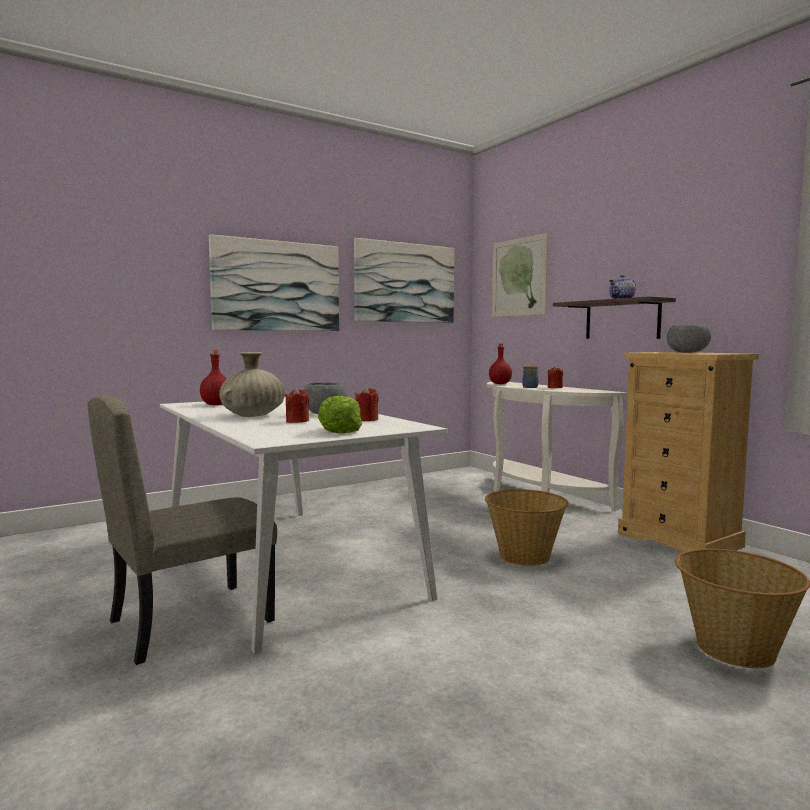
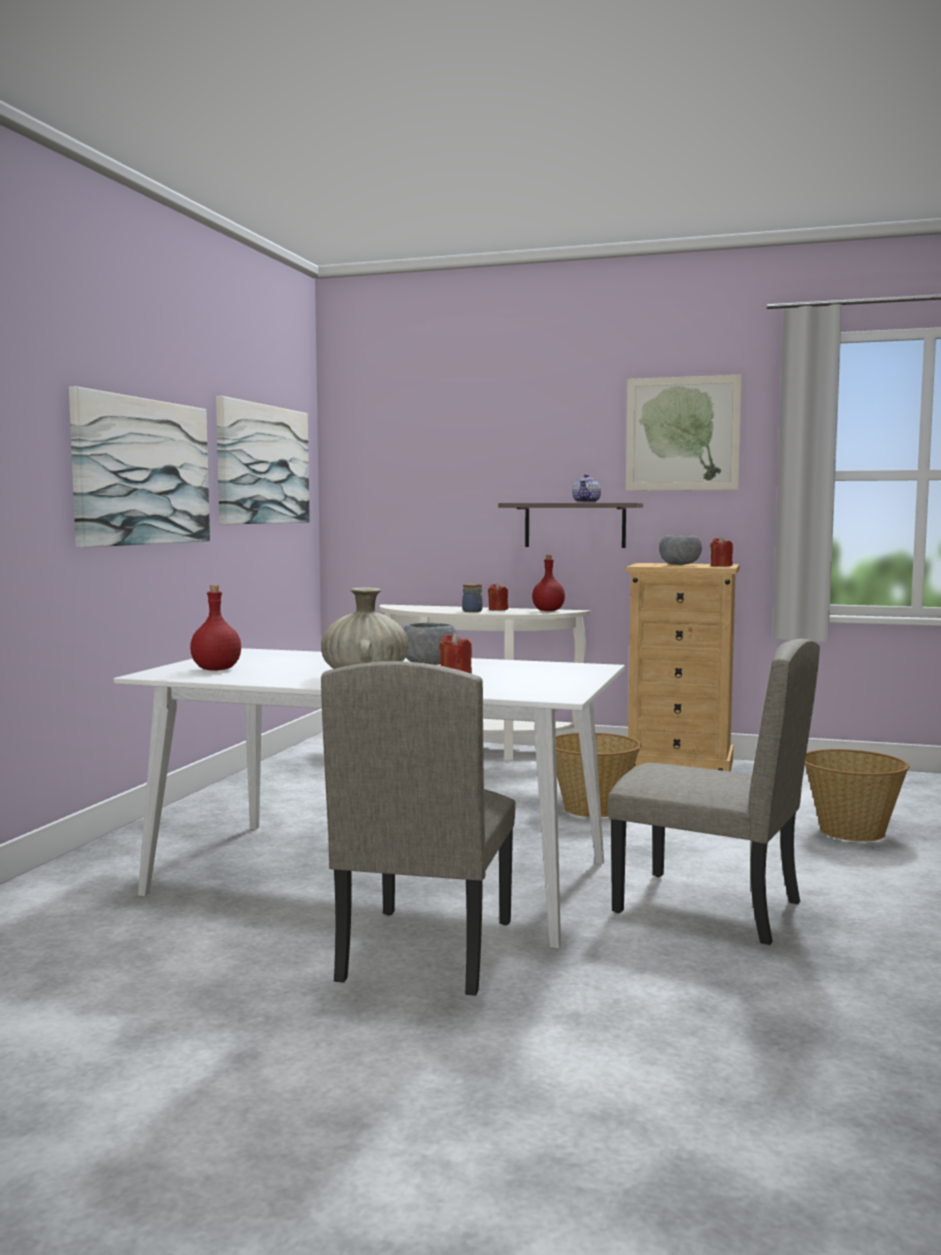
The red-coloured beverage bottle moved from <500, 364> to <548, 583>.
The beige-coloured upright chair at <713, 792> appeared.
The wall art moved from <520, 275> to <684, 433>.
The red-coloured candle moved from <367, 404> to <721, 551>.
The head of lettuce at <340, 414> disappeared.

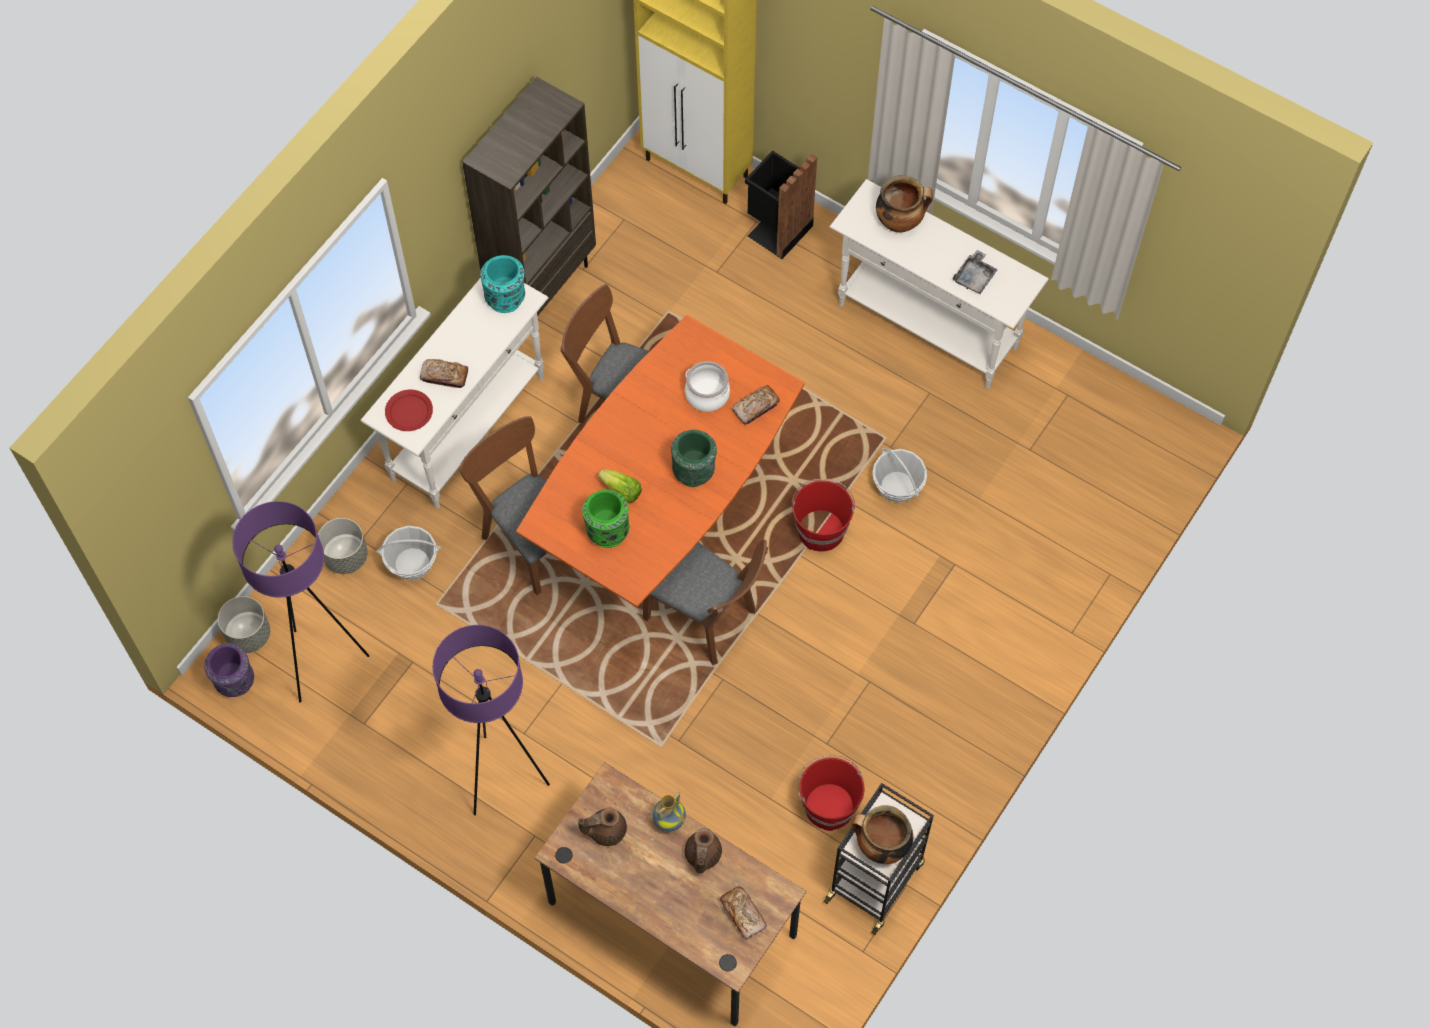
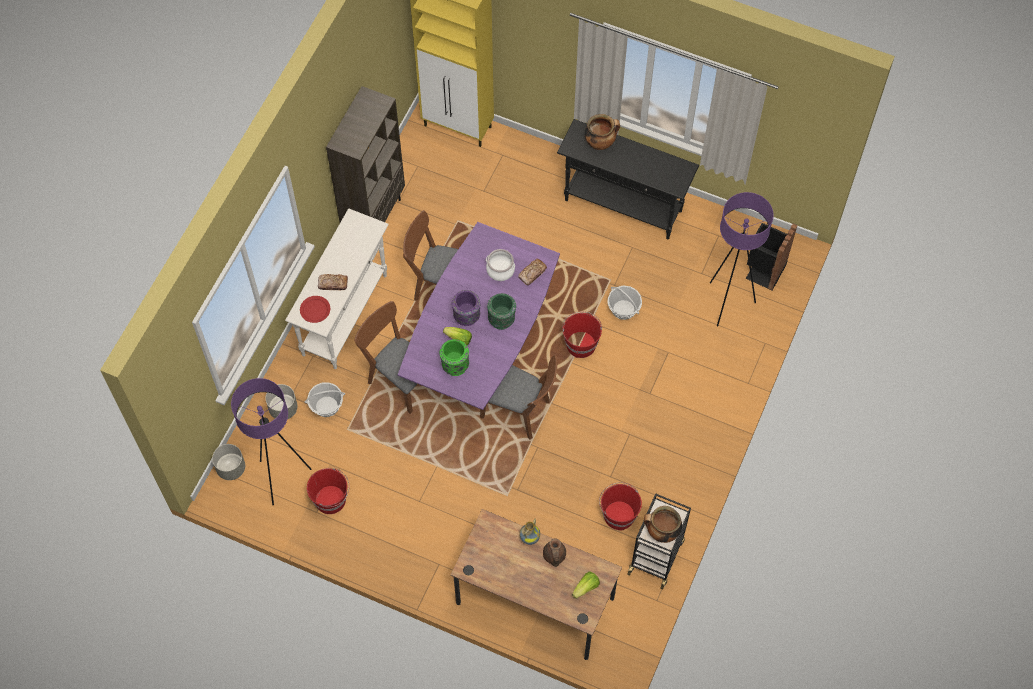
The red-coloured pail at <328, 491> appeared.
The orangey dining table at <660, 461> became the purple-coloured dining table at <479, 316>.
The purple-coloured vase moved from <229, 670> to <466, 308>.
The whitish hall table at <939, 284> became the blackish hall table at <628, 179>.
The baked bread at <743, 912> was replaced by the head of lettuce at <586, 585>.
The purple-coloured standard lamp moved from <491, 720> to <742, 259>.
The blackish waste bin moved from <781, 204> to <772, 257>.
The turquoise vase at <502, 284> disappeared.
The brown pot for tea at <602, 826> disappeared.
The grey serving tray at <975, 272> disappeared.

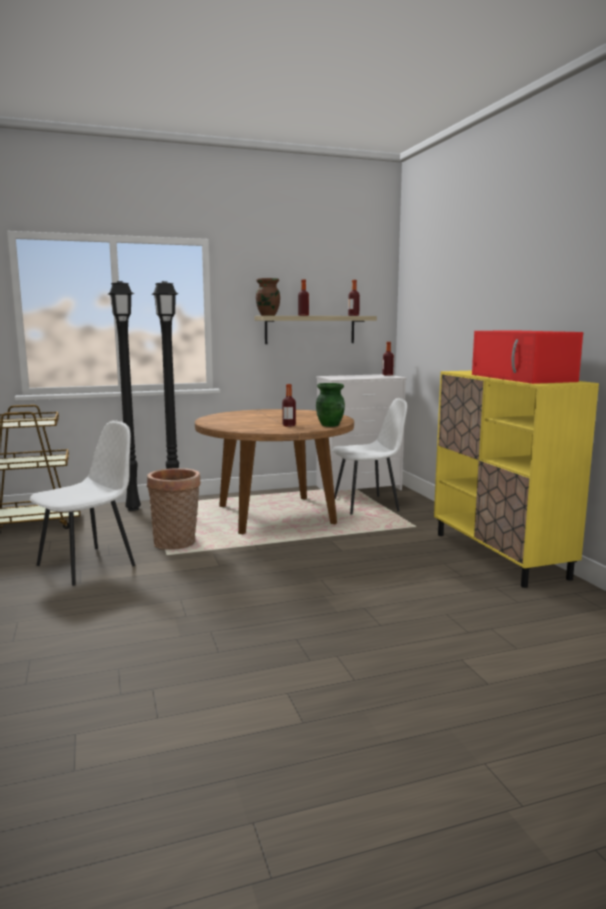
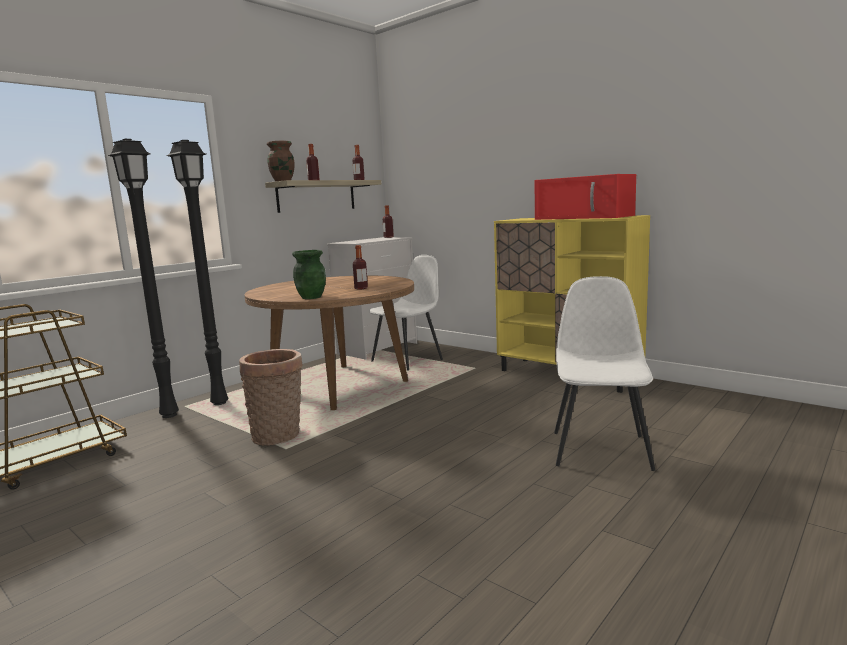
The greenish vase moved from <330, 405> to <309, 274>.
The whitish upright chair moved from <82, 503> to <604, 373>.

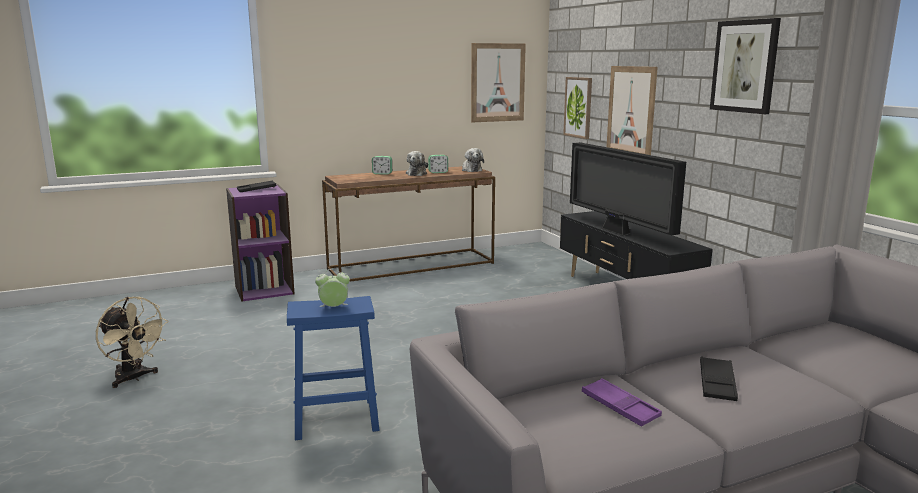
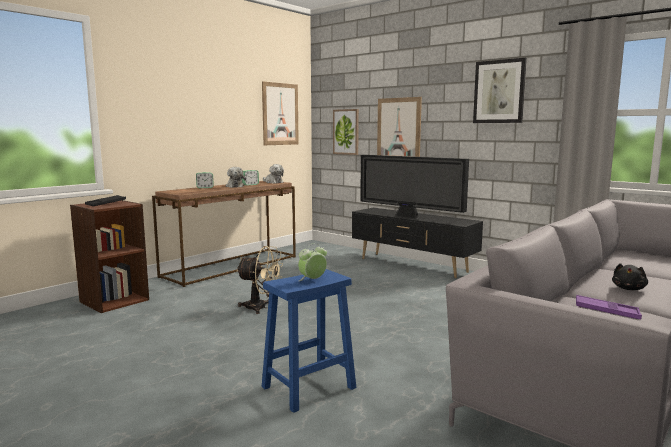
The purple-coloured bookshelf at <260, 243> became the brown bookshelf at <109, 256>.
The beige-coloured electric fan moved from <132, 342> to <260, 280>.
The blackish serving tray at <719, 378> was replaced by the blackish plush toy at <630, 276>.

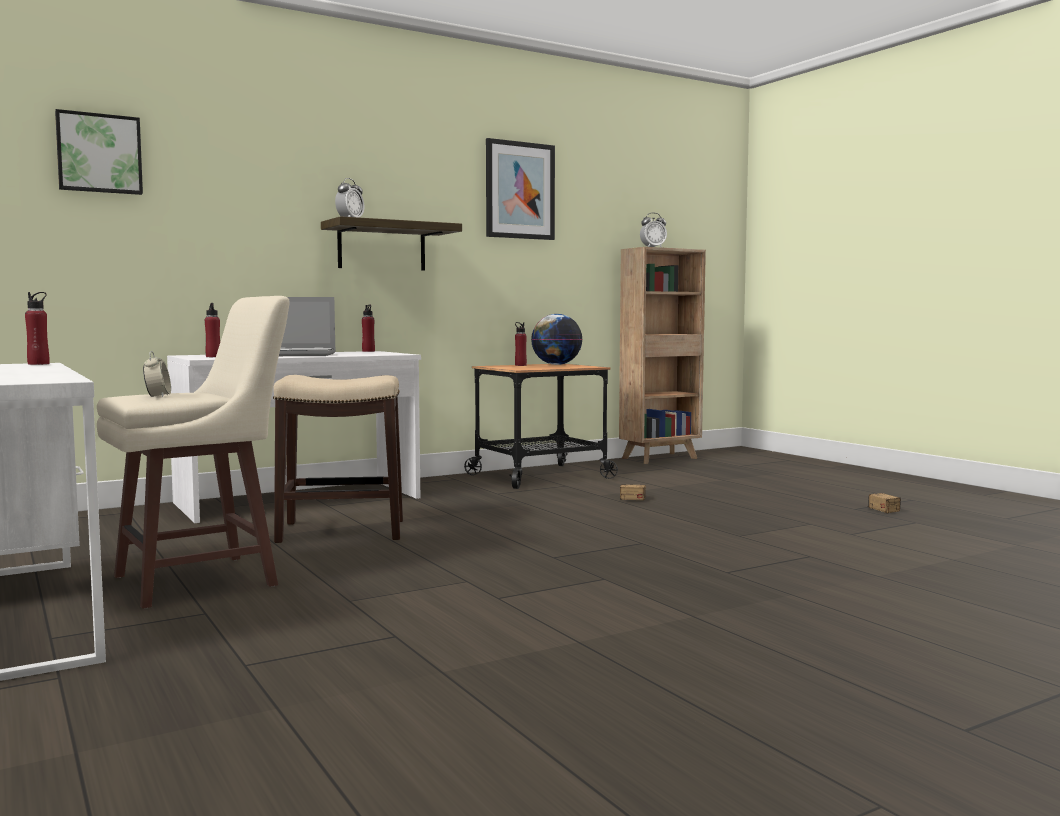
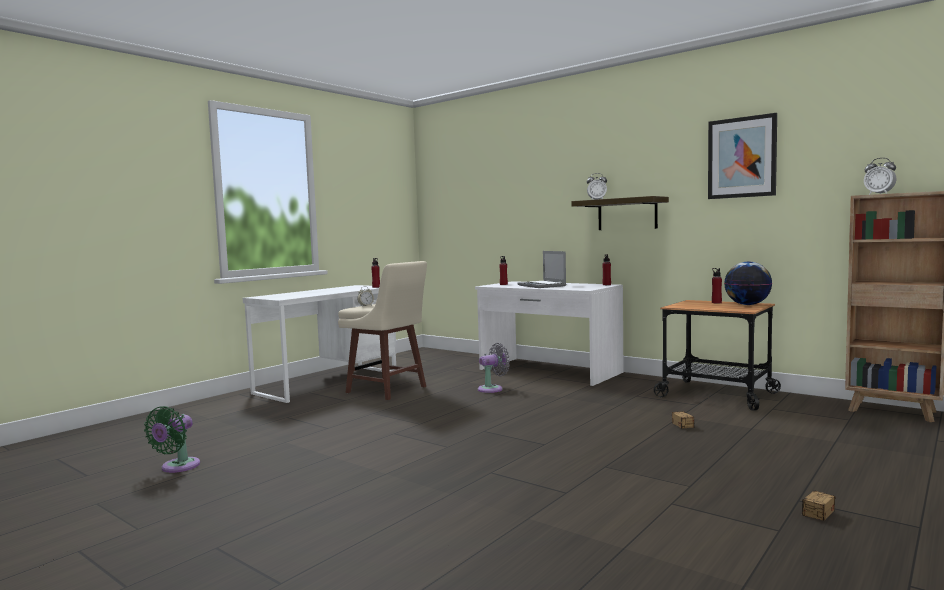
The greenish electric fan at <172, 439> appeared.
The stool seat at <338, 459> was replaced by the grey electric fan at <494, 368>.
The wall art at <99, 152> disappeared.

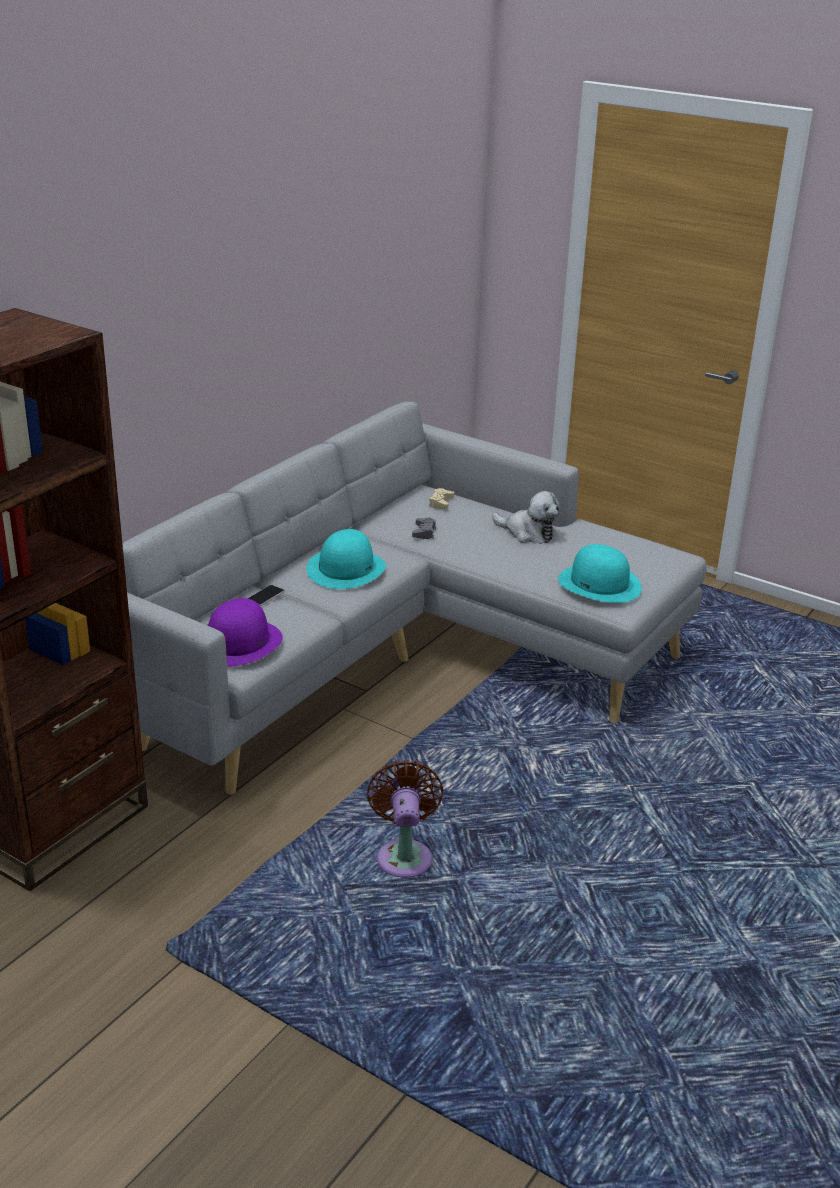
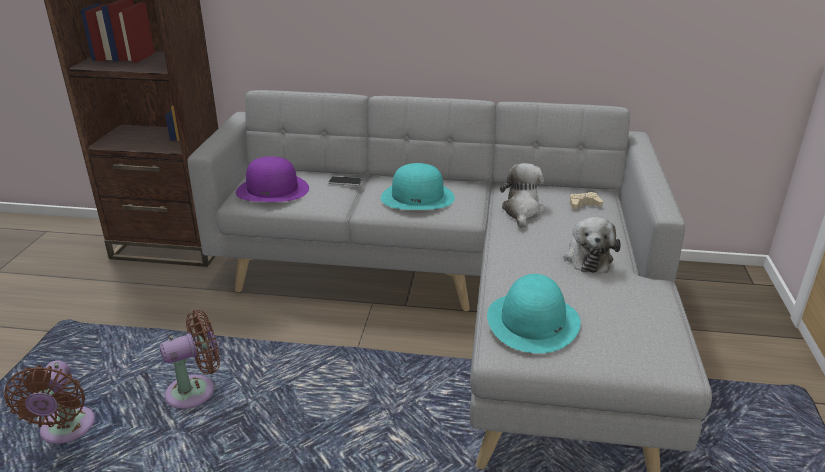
The brown electric fan at <49, 402> appeared.
The grey joypad at <424, 528> was replaced by the plush toy at <522, 195>.

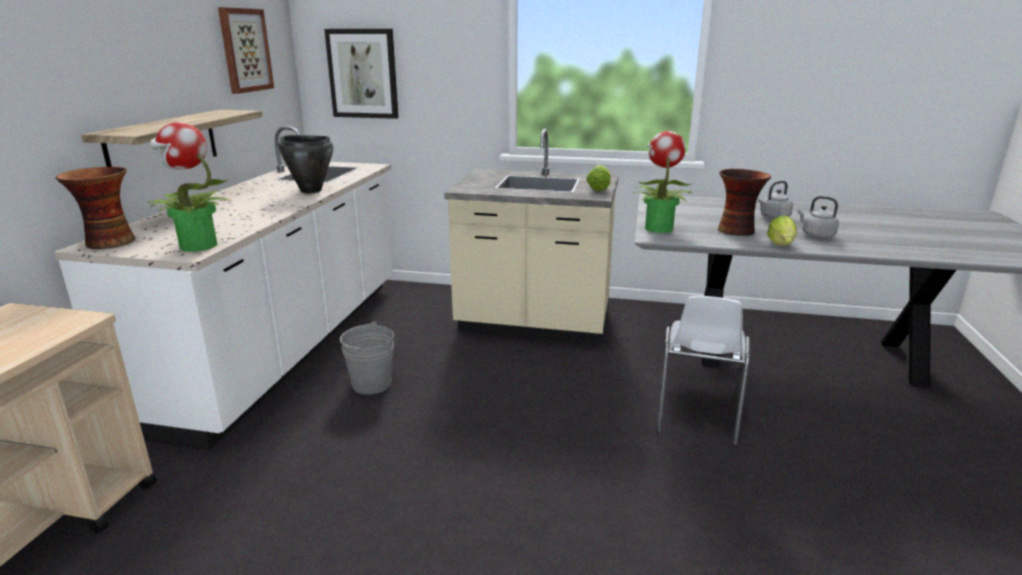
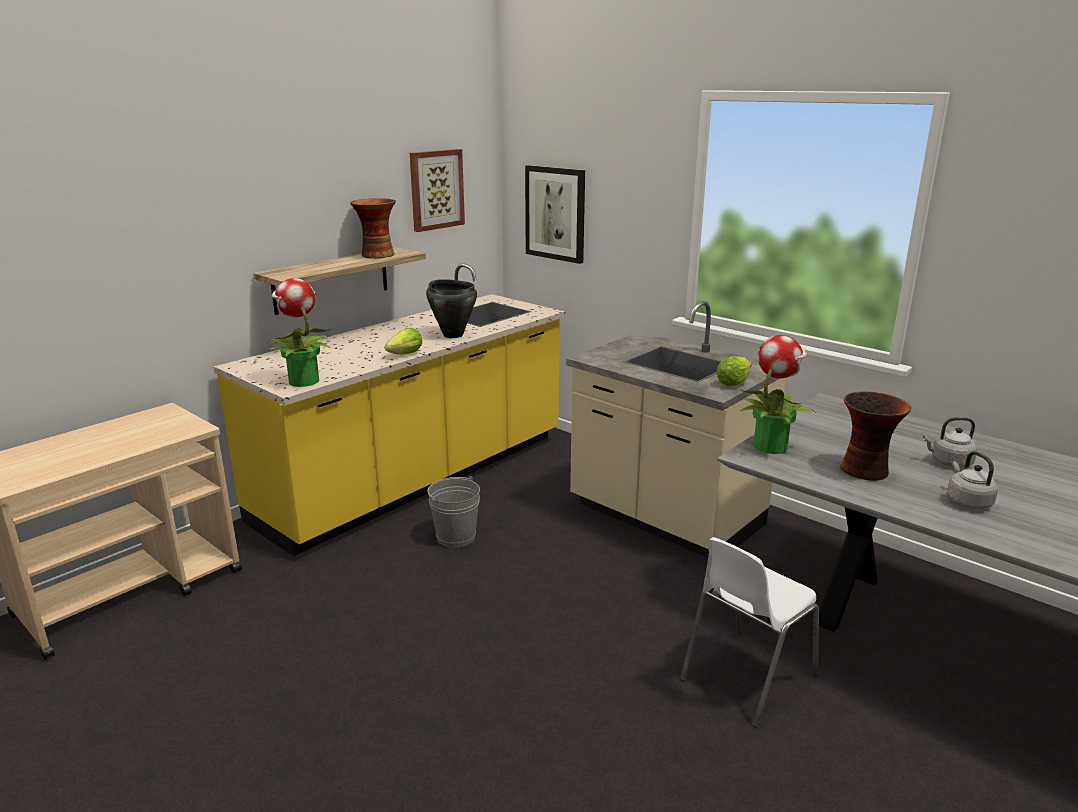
The whitish kitchen base unit at <223, 288> became the yellowish kitchen base unit at <389, 409>.
The vase moved from <95, 208> to <373, 228>.
The head of lettuce moved from <782, 230> to <403, 341>.

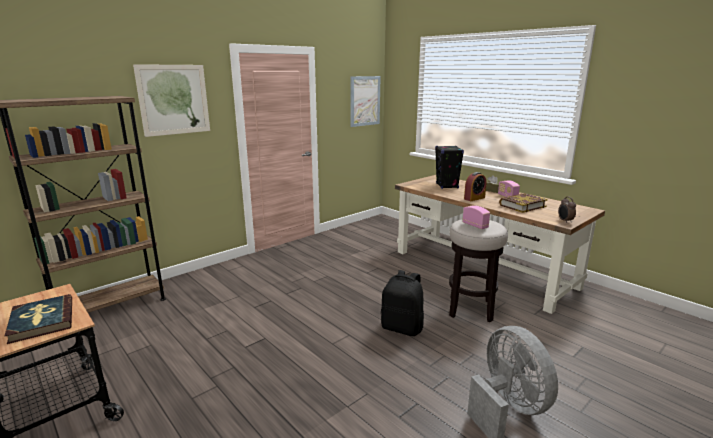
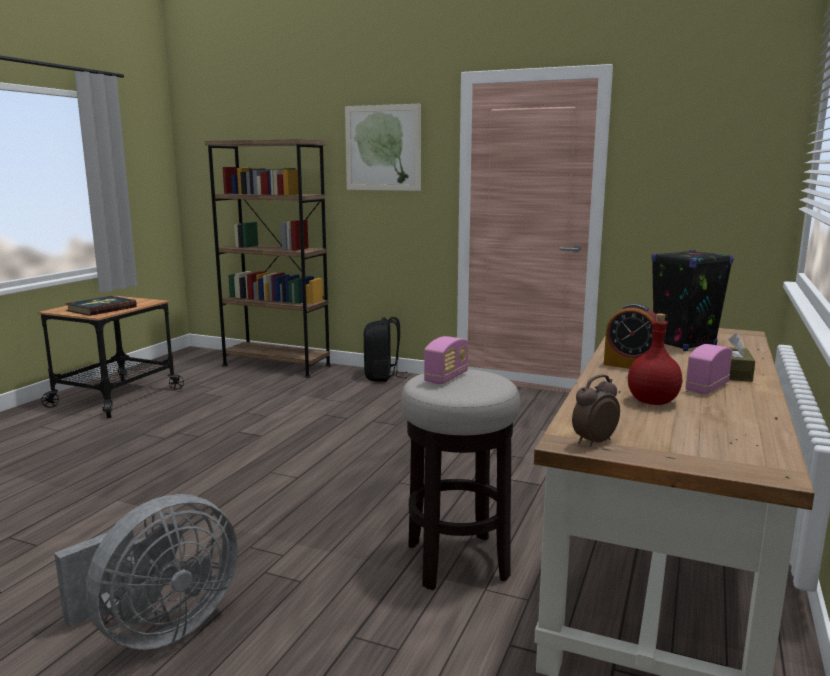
The blackish knapsack moved from <402, 303> to <386, 349>.
The volume at <523, 203> was replaced by the red-coloured beverage bottle at <655, 359>.
The wall art at <365, 101> disappeared.

